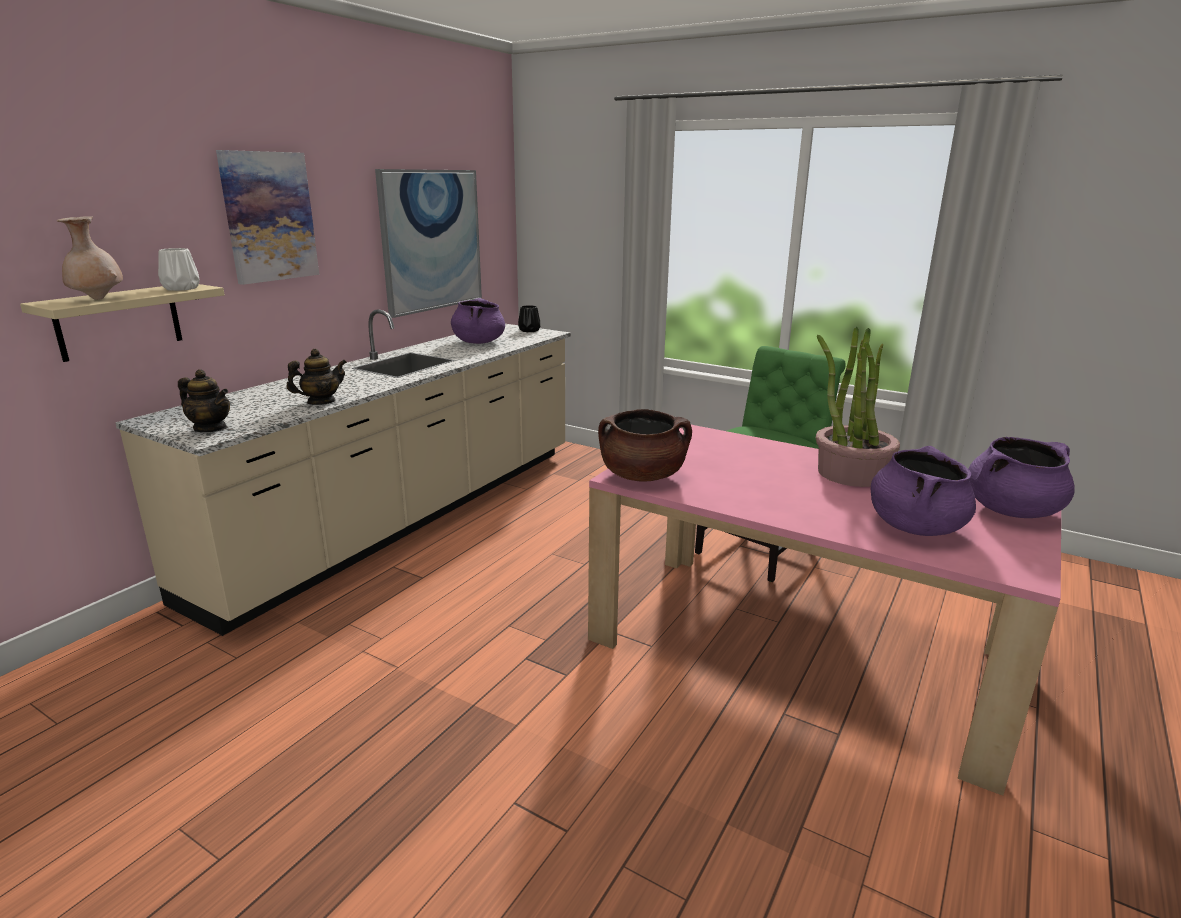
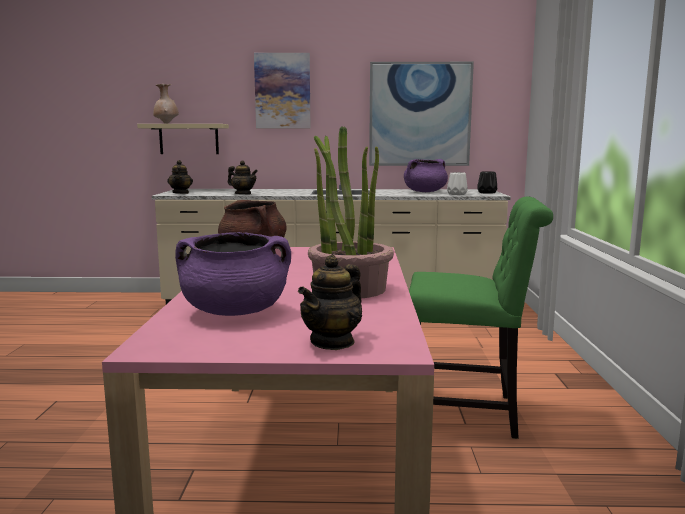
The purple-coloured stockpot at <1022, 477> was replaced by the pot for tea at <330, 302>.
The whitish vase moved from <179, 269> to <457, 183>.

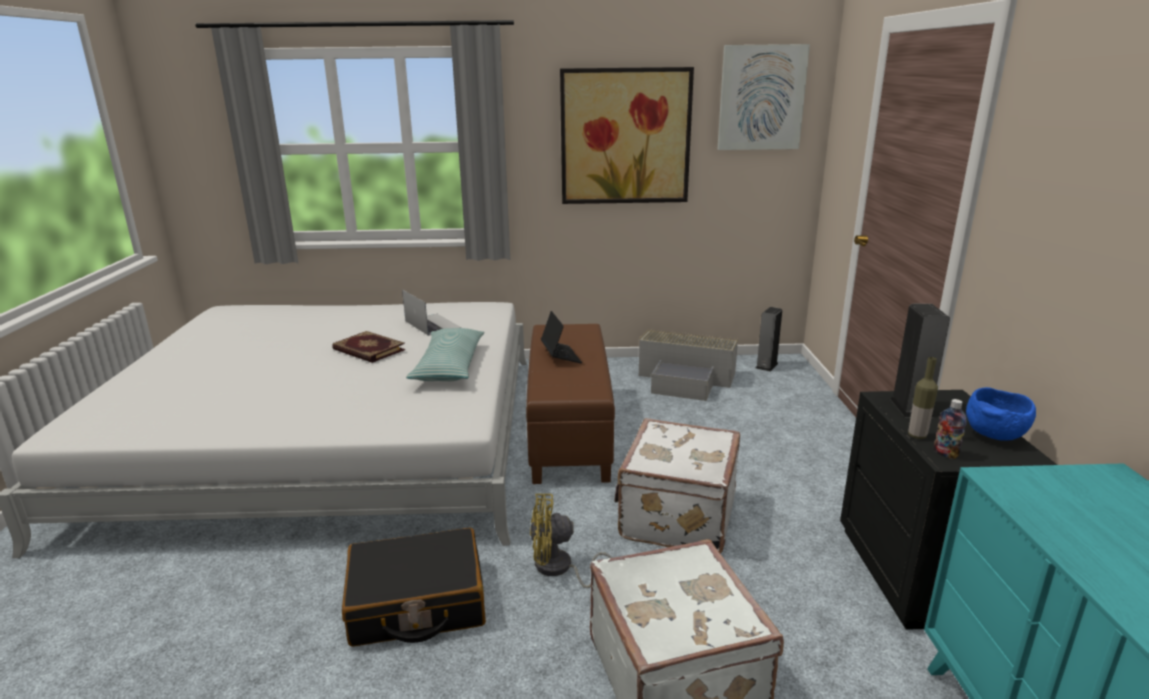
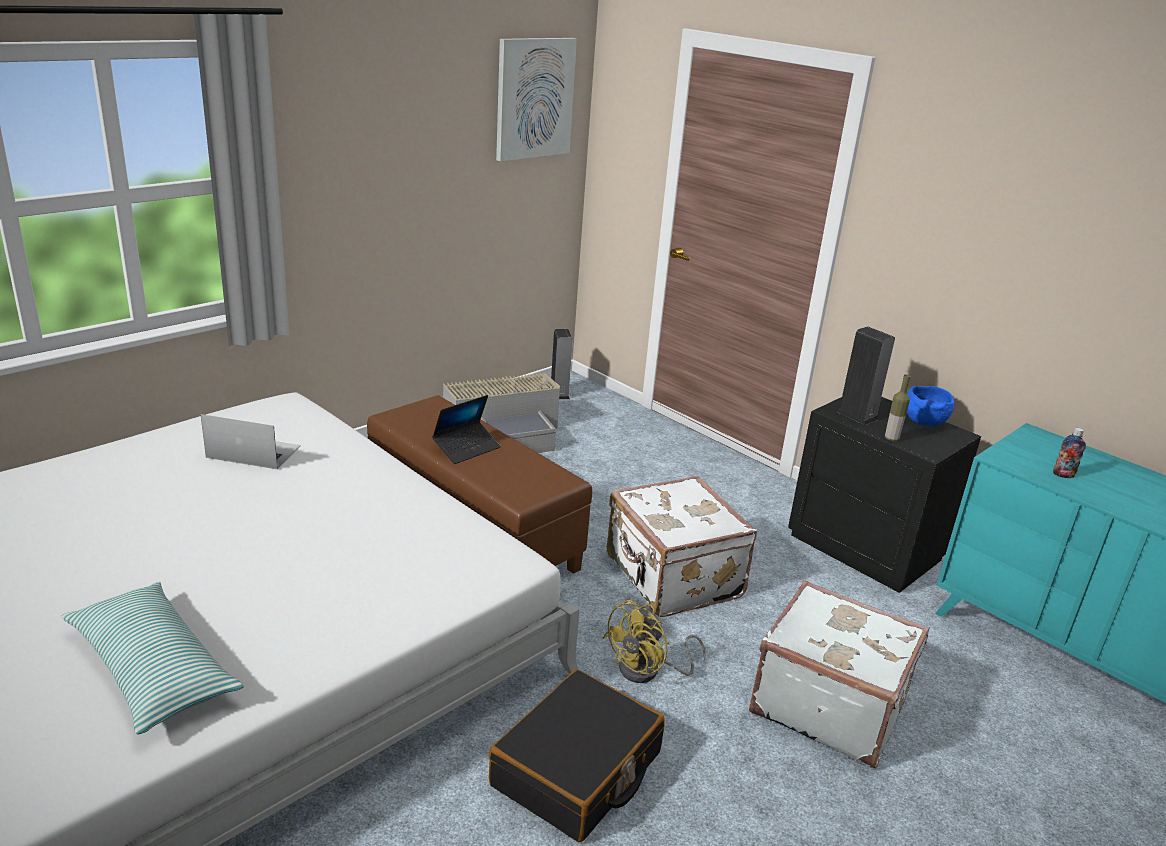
The cushion moved from <445, 354> to <153, 658>.
The portable computer at <561, 337> turned 105 degrees clockwise.
The beverage bottle moved from <950, 429> to <1069, 453>.
The volume at <368, 347> disappeared.
The wall art at <627, 135> disappeared.

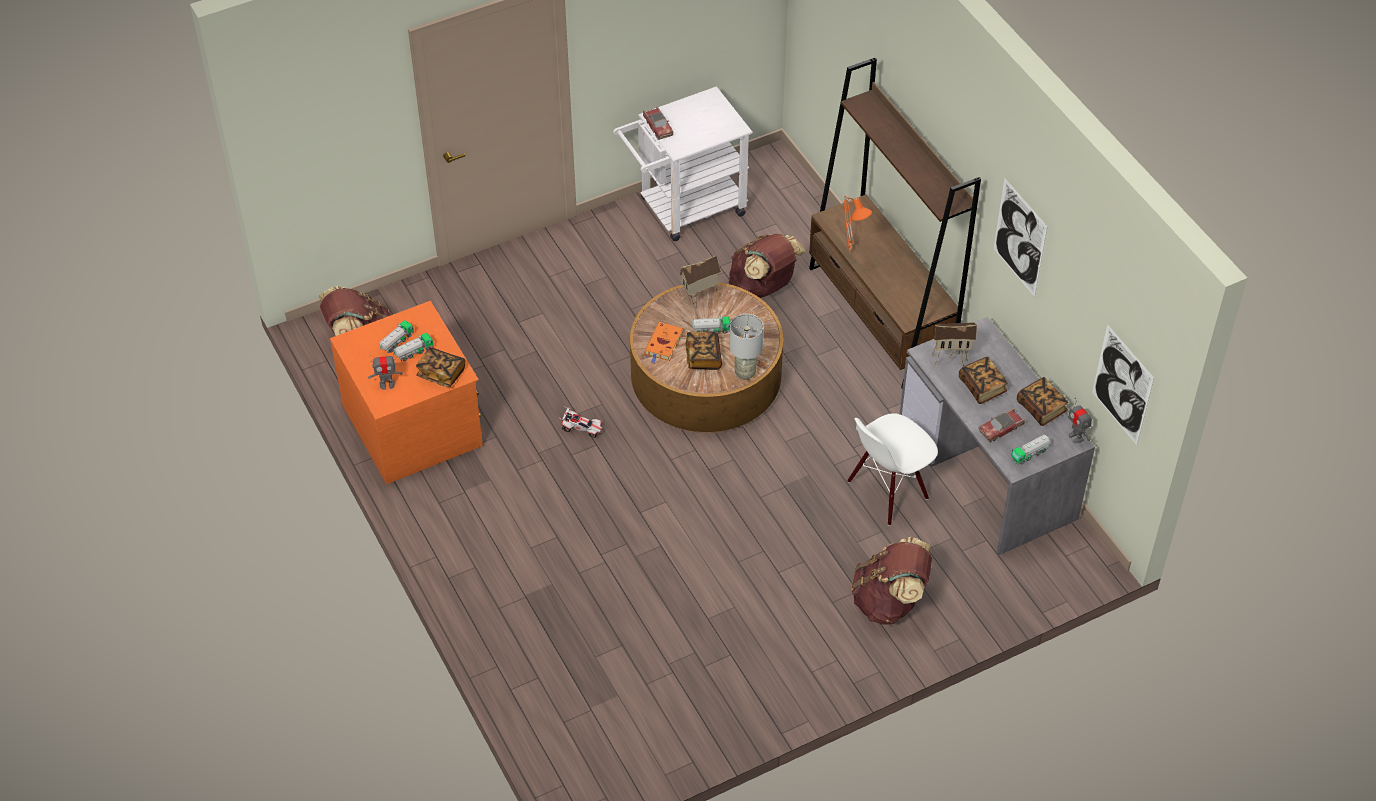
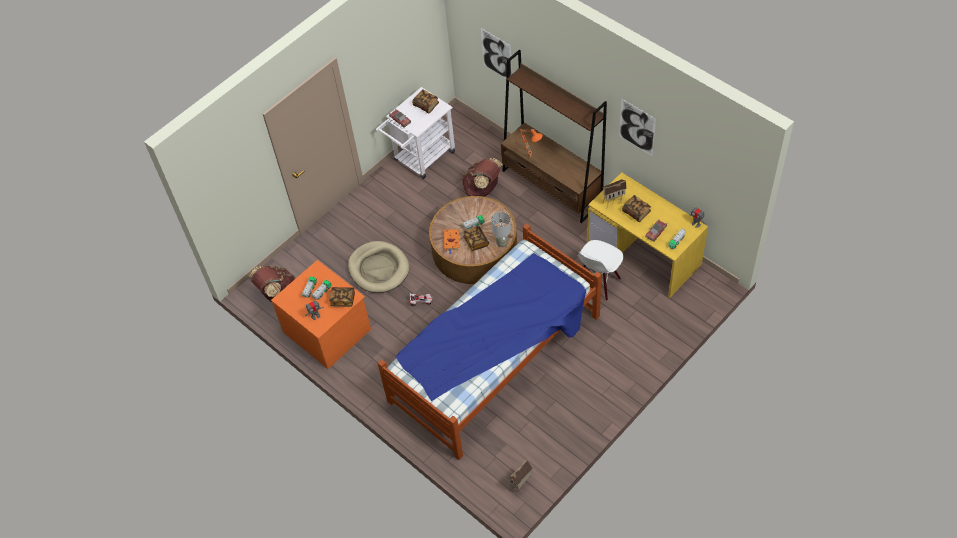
The beige-coloured dog bed at <378, 267> appeared.
The bedroom bed at <490, 341> appeared.
The volume moved from <1042, 401> to <425, 101>.
The wall art moved from <1123, 385> to <496, 53>.
The miniature house moved from <700, 281> to <521, 474>.
The grey desk table at <997, 436> became the yellowish desk table at <647, 235>.
The brown knapsack at <891, 581> disappeared.

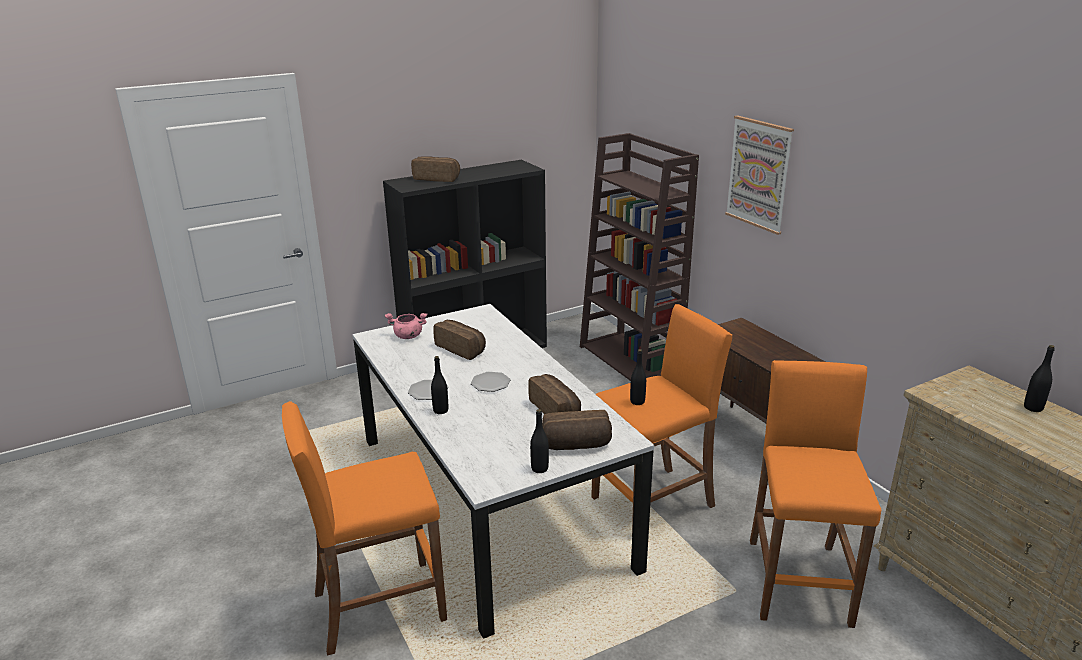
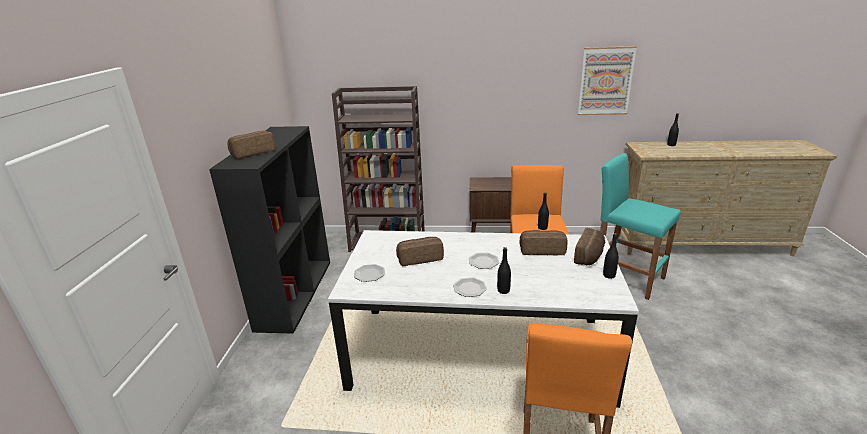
The pinkish stockpot at <406, 326> was replaced by the plate at <369, 273>.
The wall art moved from <759, 175> to <607, 80>.
The orangey stool seat at <815, 494> became the turquoise stool seat at <640, 226>.

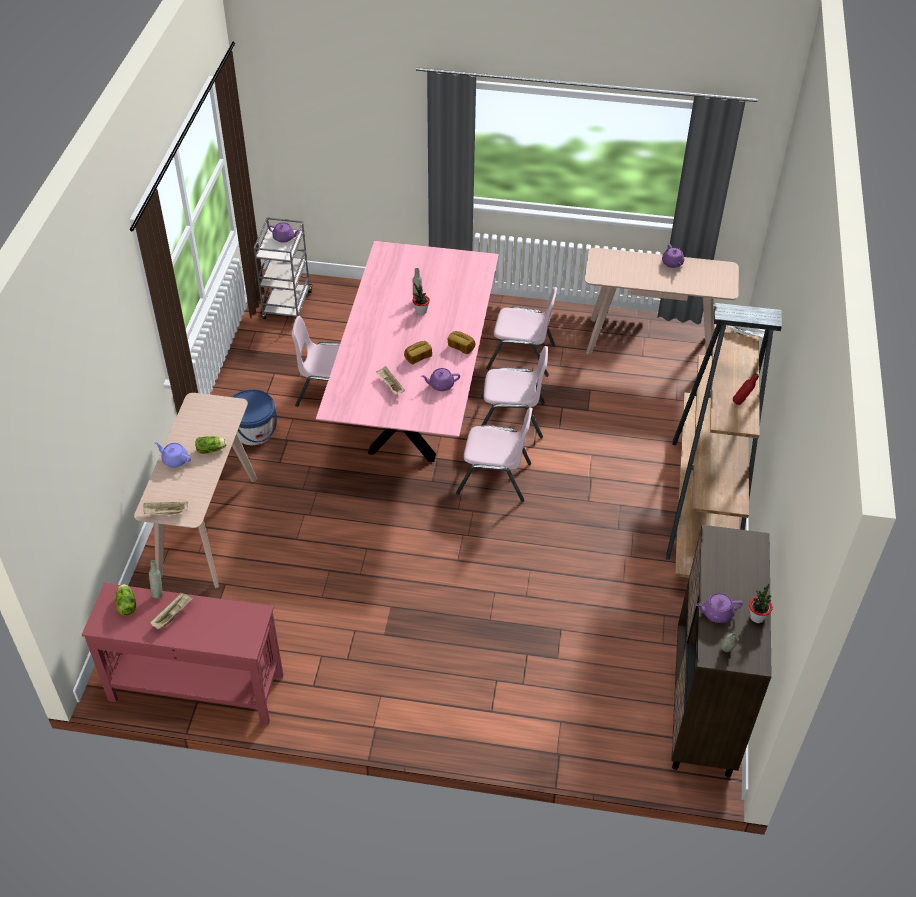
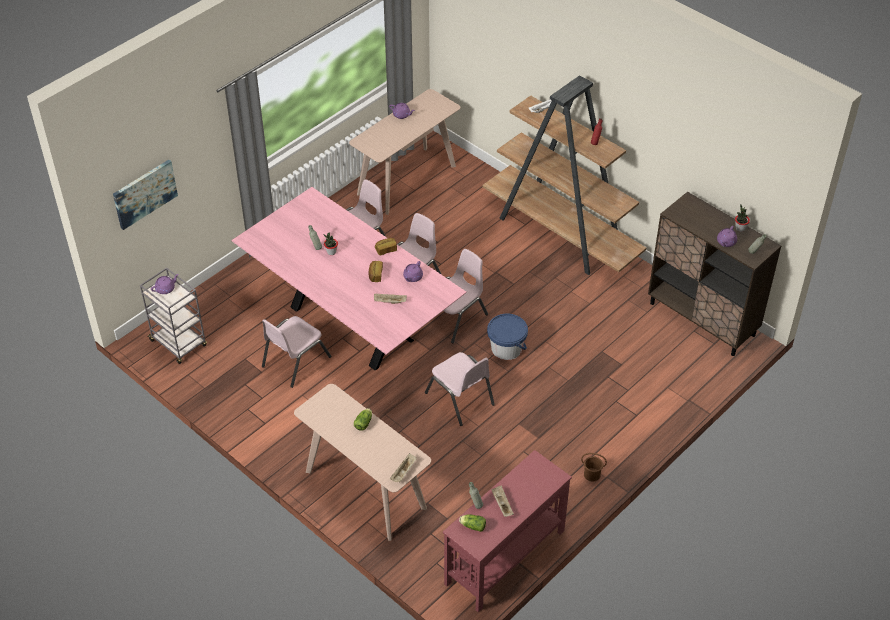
The wall art at <145, 195> appeared.
The pinkish upright chair at <460, 389> appeared.
The blue-coloured pail moved from <254, 417> to <507, 337>.
The brown pail at <594, 467> appeared.
The purple-coloured pot for tea at <173, 455> disappeared.

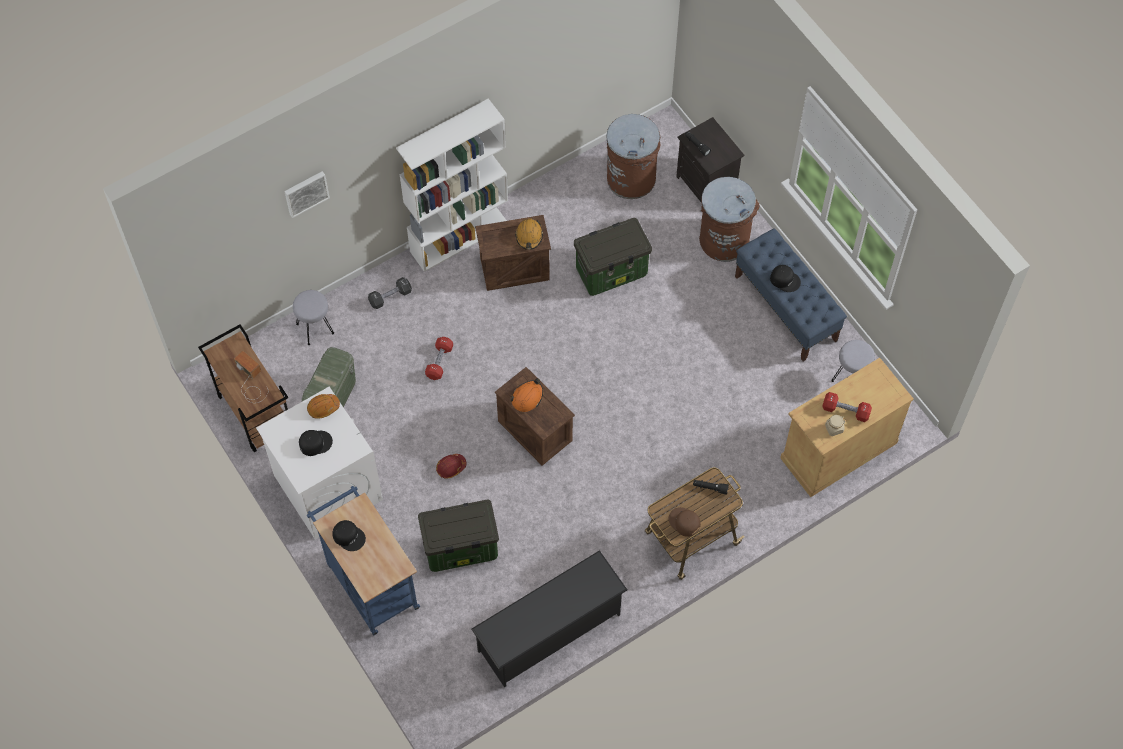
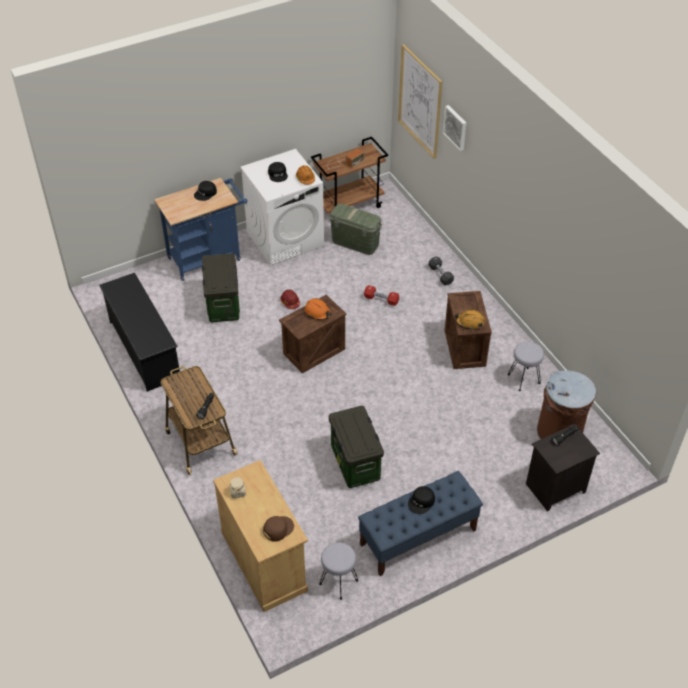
The brown peaked cap moved from <685, 522> to <278, 529>.
The storage box moved from <613, 257> to <356, 447>.
The wall art at <420, 101> appeared.
The grey stool seat moved from <313, 317> to <526, 366>.
The whitish bookshelf at <452, 185> disappeared.
The brown waste bin at <729, 219> disappeared.
The red-coloured hand weight at <847, 407> disappeared.

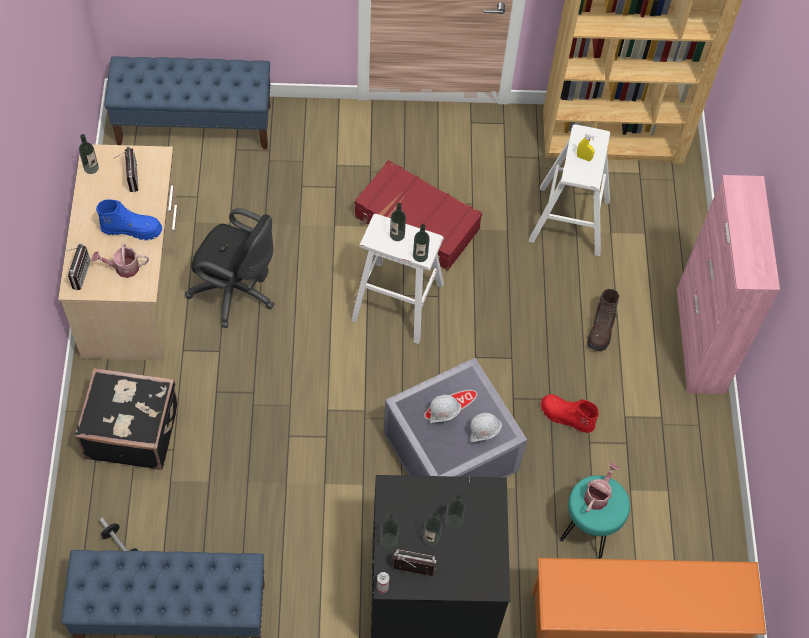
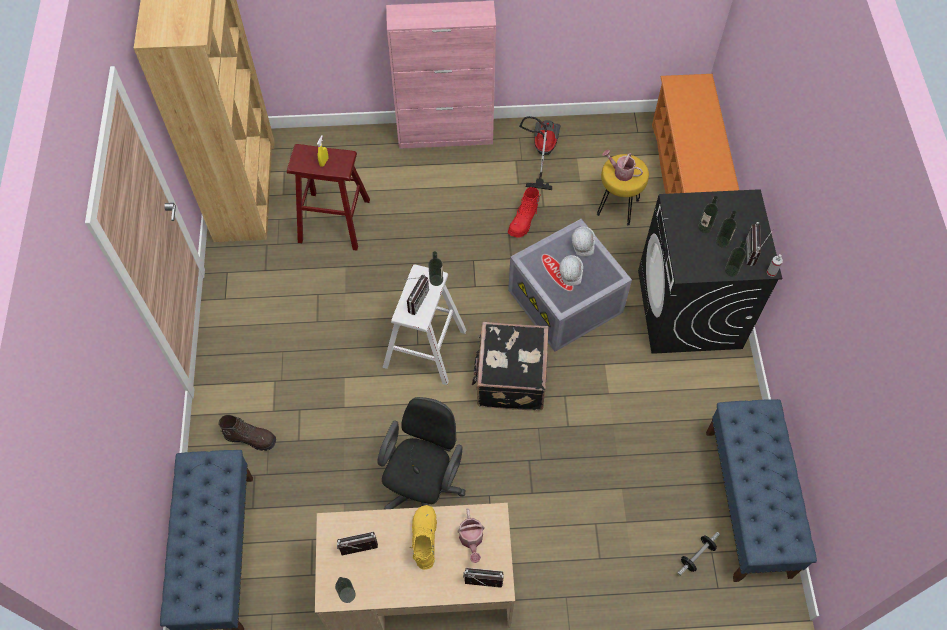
The brown boot moved from <603, 320> to <247, 433>.
The whitish stool seat at <569, 190> became the red-coloured stool seat at <328, 197>.
The beverage bottle at <398, 222> was replaced by the radio at <416, 294>.
The blue-coloured boot at <129, 219> became the yellowish boot at <423, 537>.
The blackish suitcase moved from <126, 419> to <510, 366>.
The vacuum cleaner at <540, 153> appeared.
The turquoise stool seat at <595, 517> became the yellowish stool seat at <623, 190>.
The red-coloured suitcase at <418, 215> disappeared.

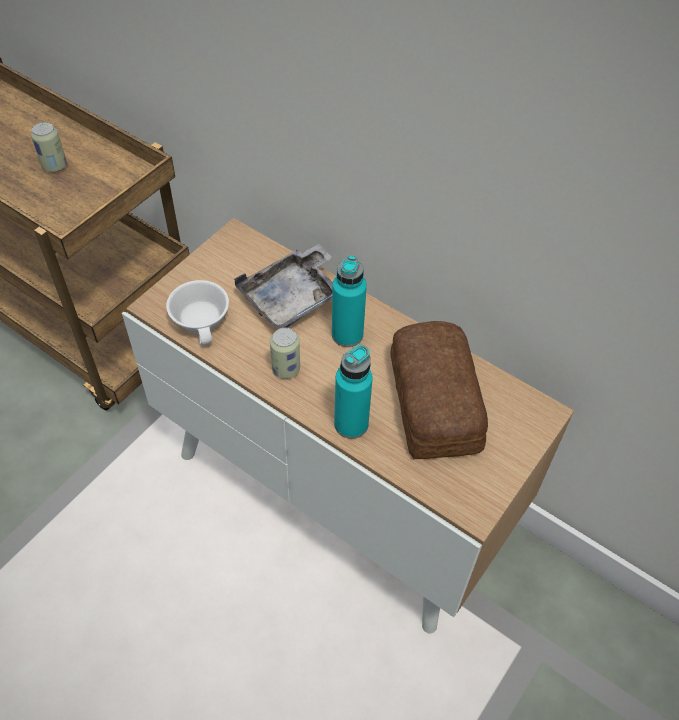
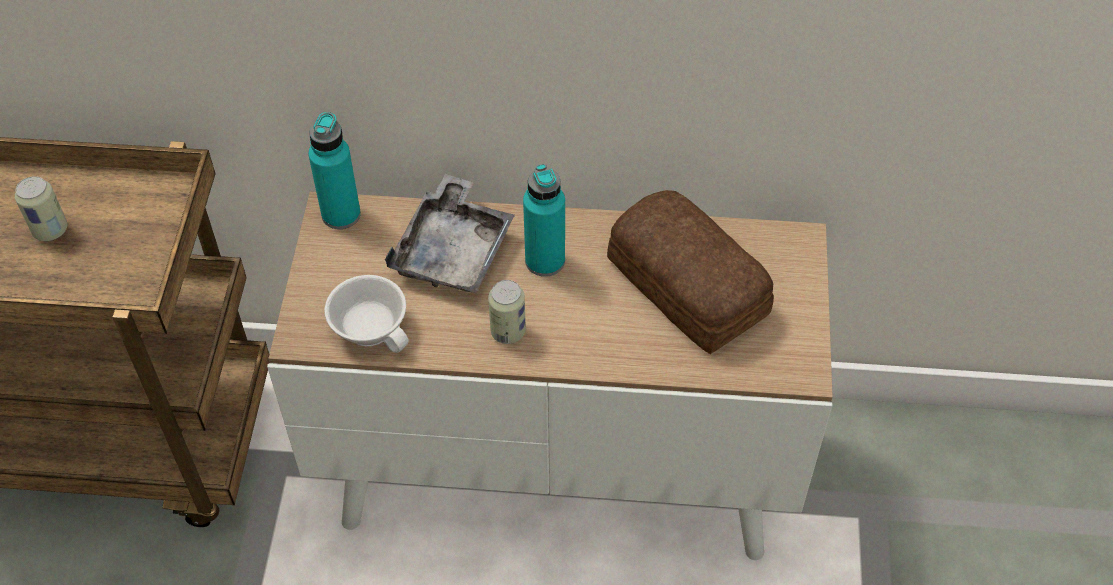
The turquoise beverage bottle moved from <353, 392> to <334, 170>.

